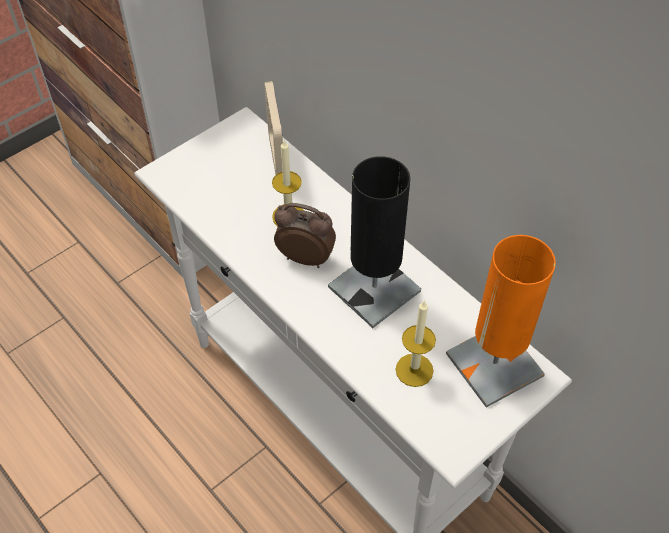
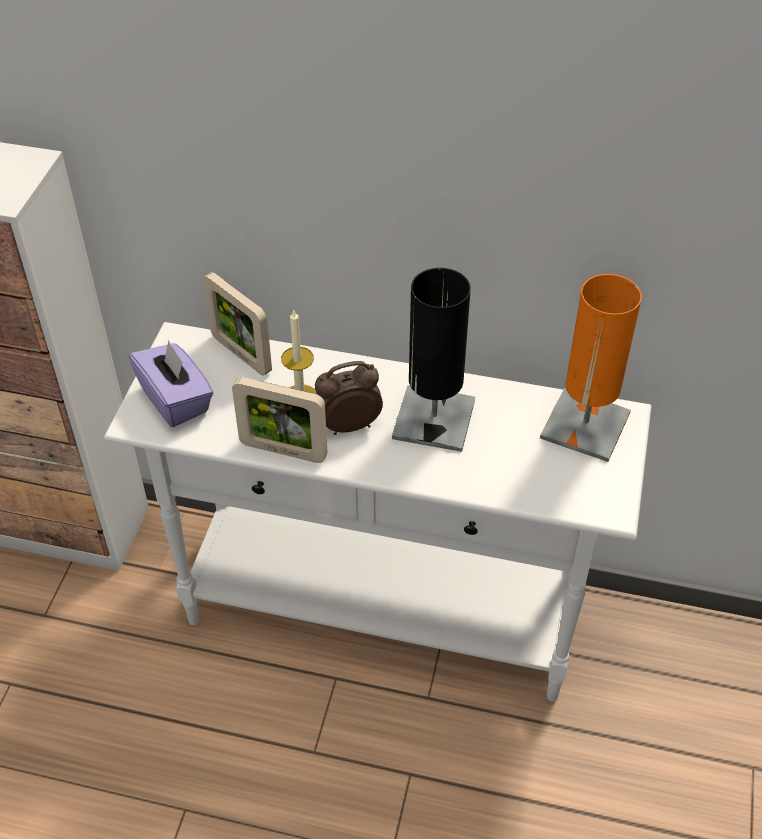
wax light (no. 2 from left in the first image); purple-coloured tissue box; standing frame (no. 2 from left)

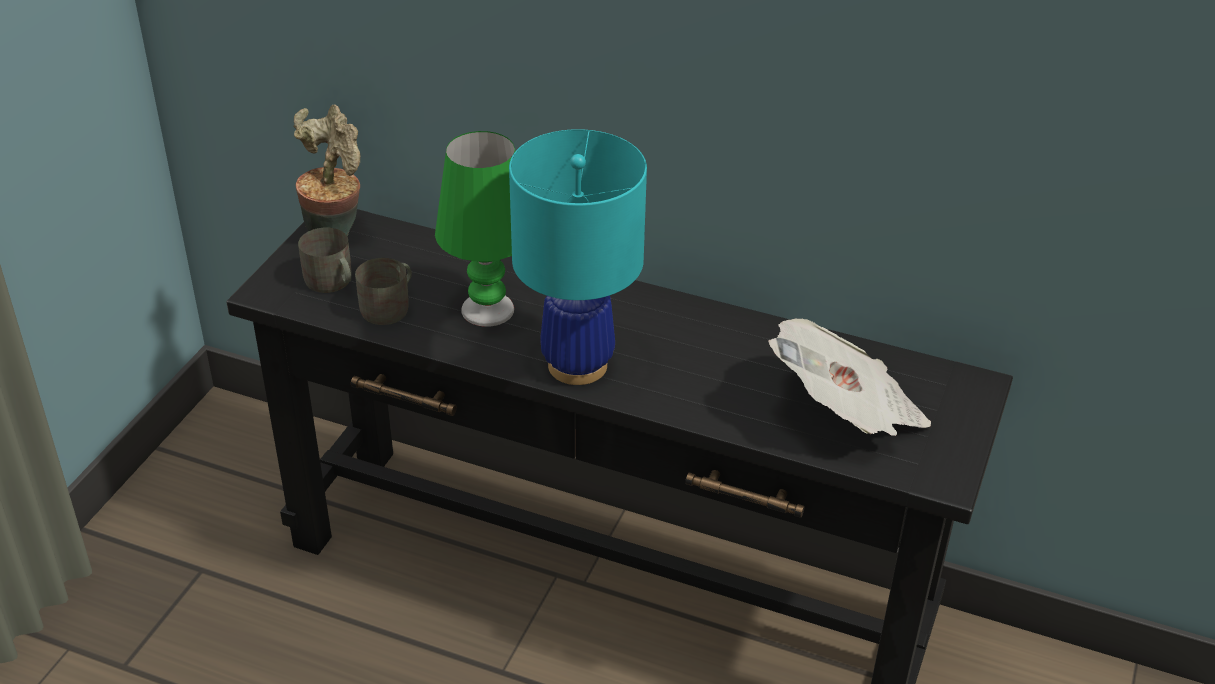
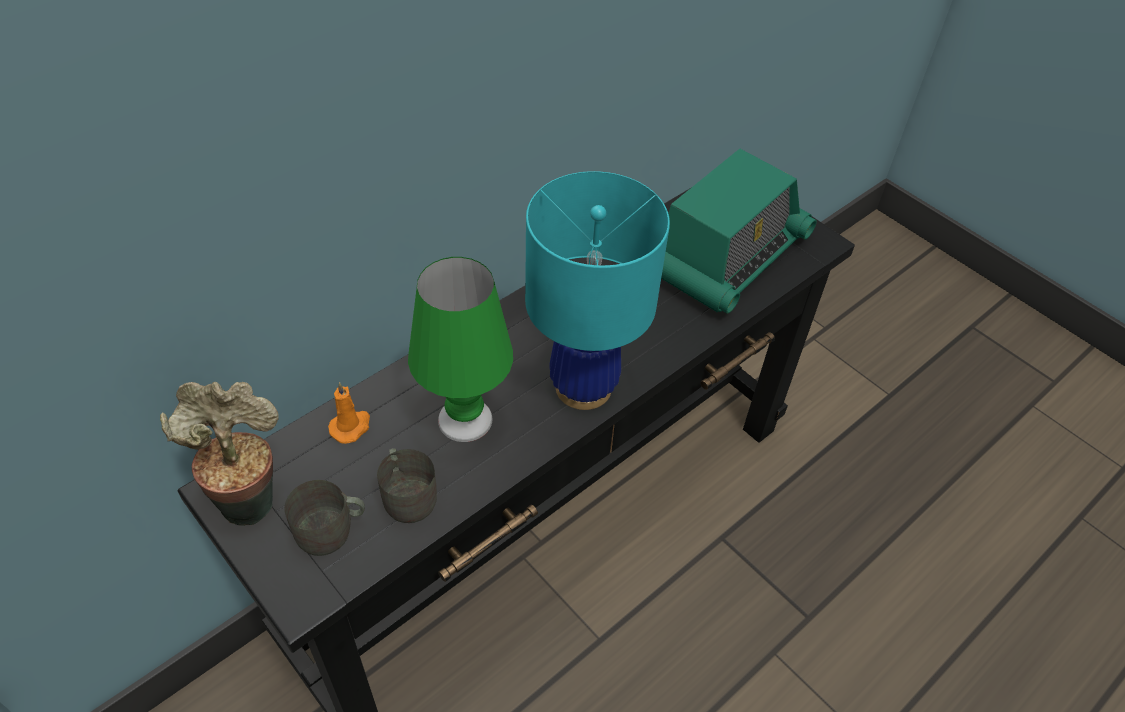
radio; orange wax light

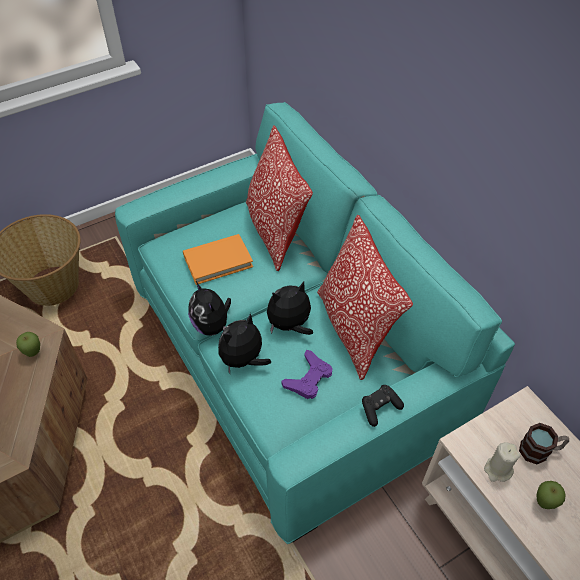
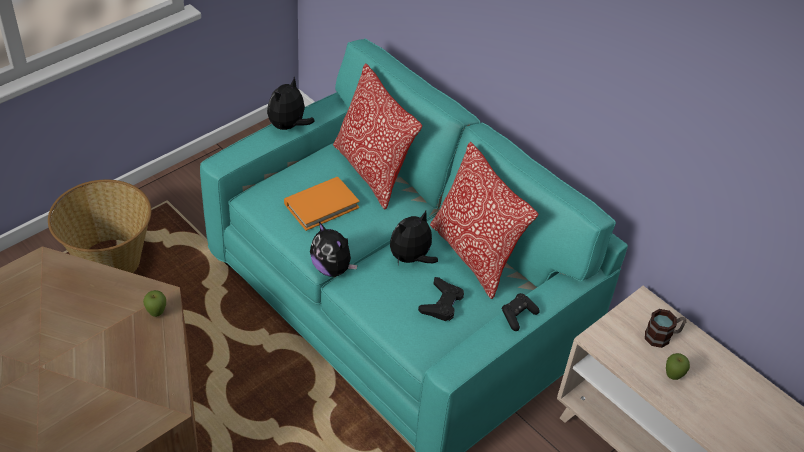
plush toy (no. 1 from left); black gamepad (no. 1 from left); beige wax light

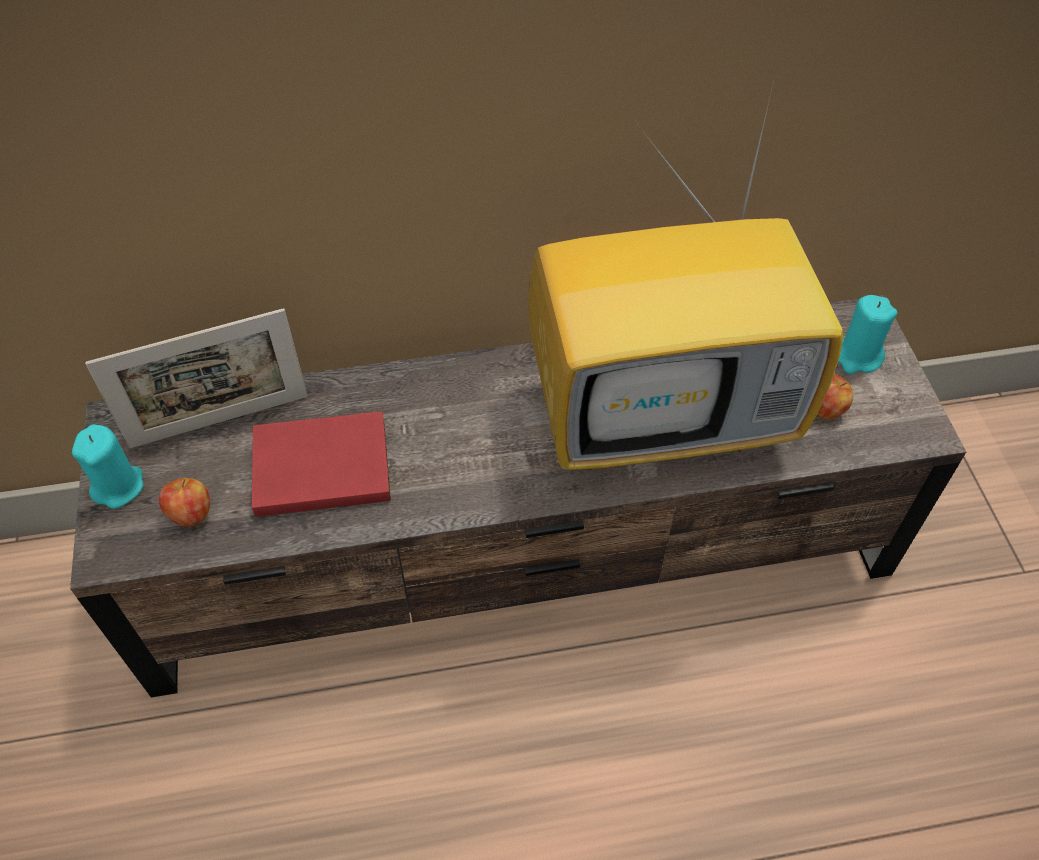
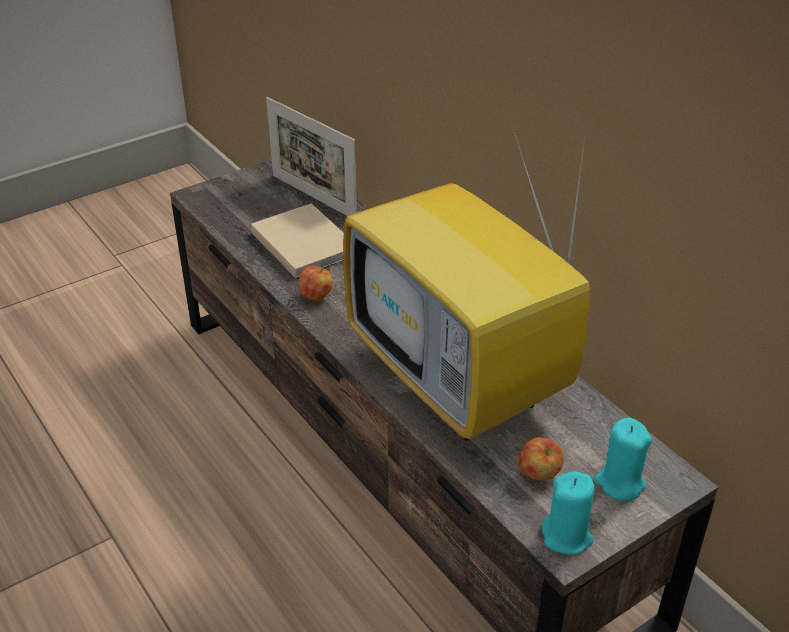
beige book; turquoise wax light (no. 1 from left); apple (no. 1 from left)

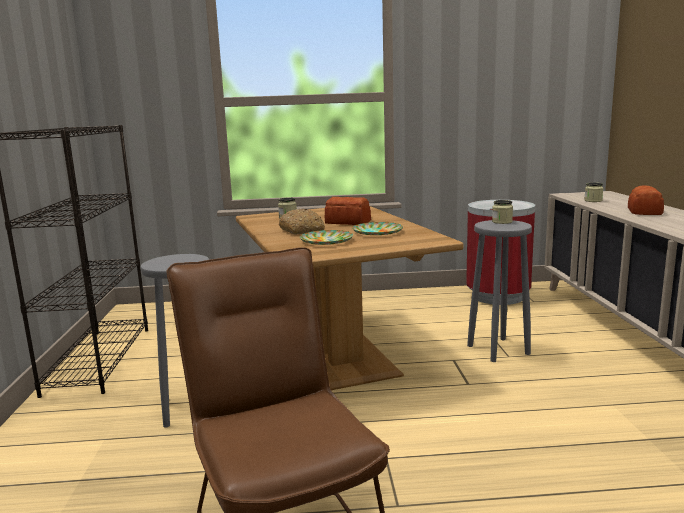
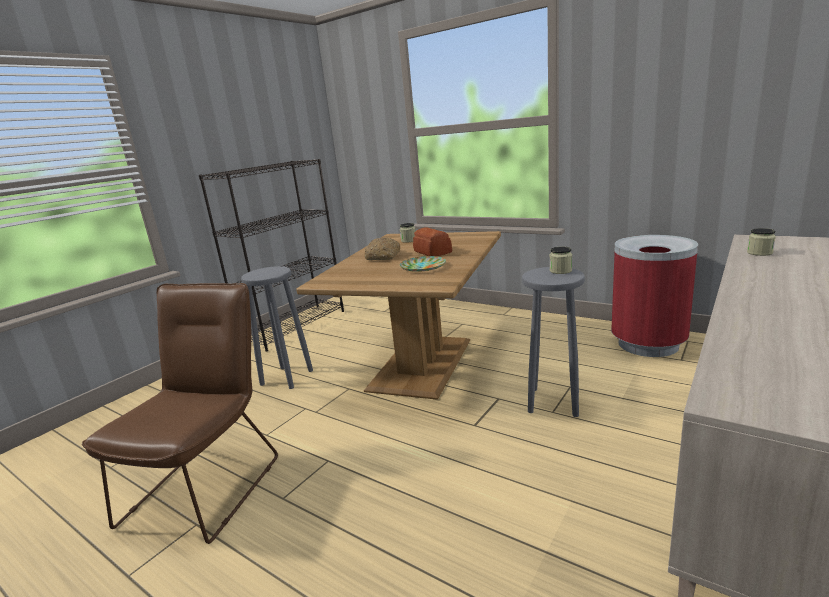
baked bread (no. 3 from left in the first image); plate (no. 1 from left in the first image)

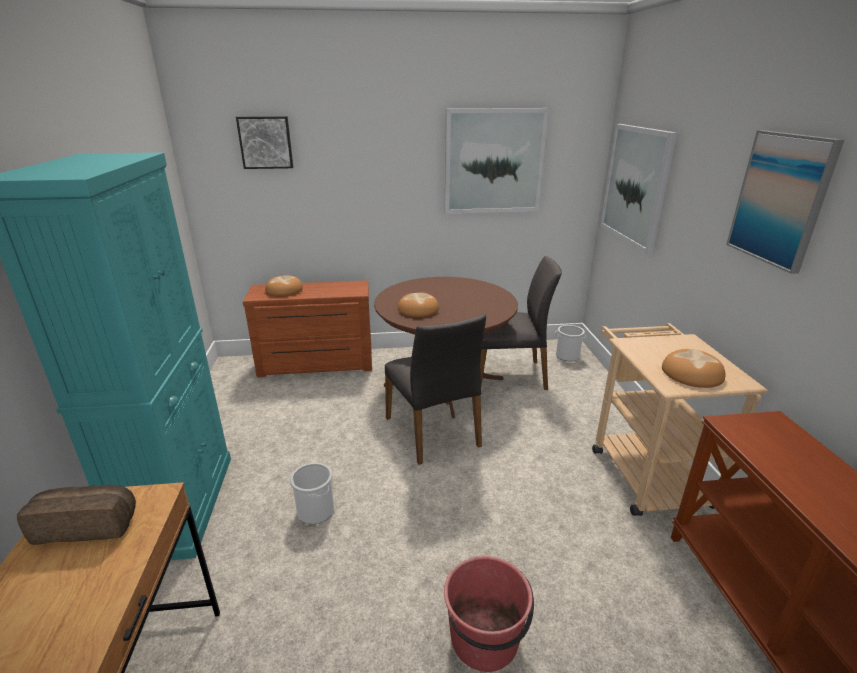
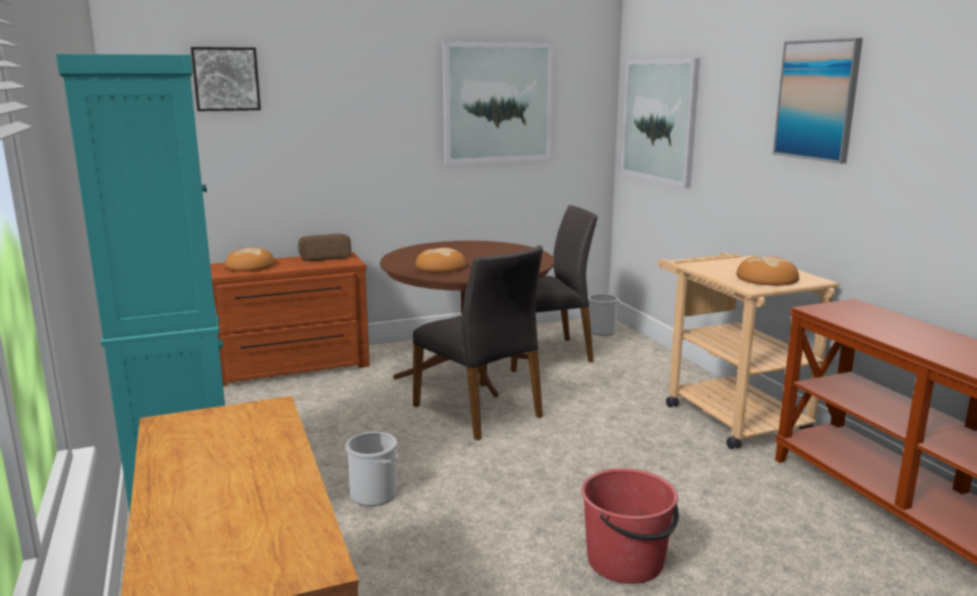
baked bread (no. 2 from left)

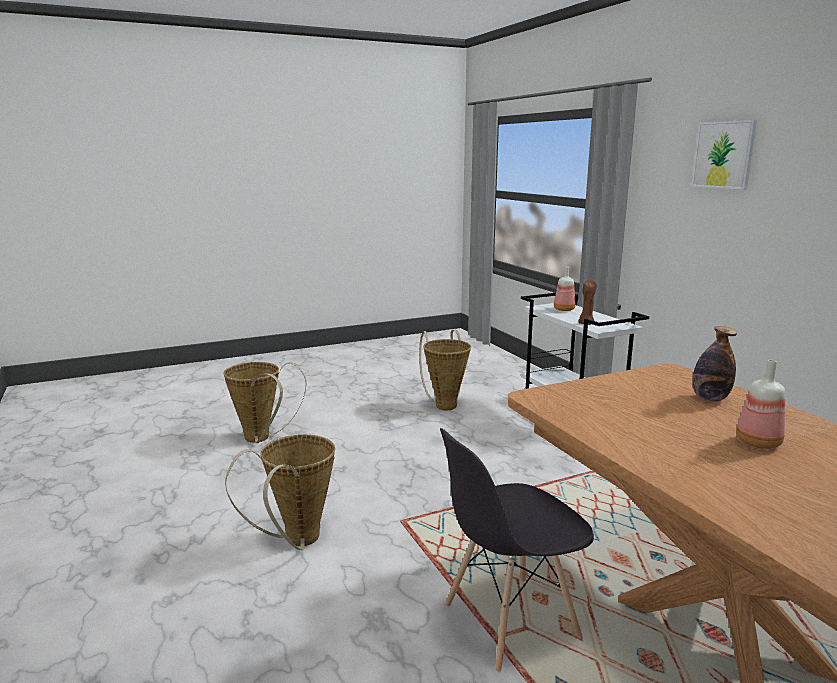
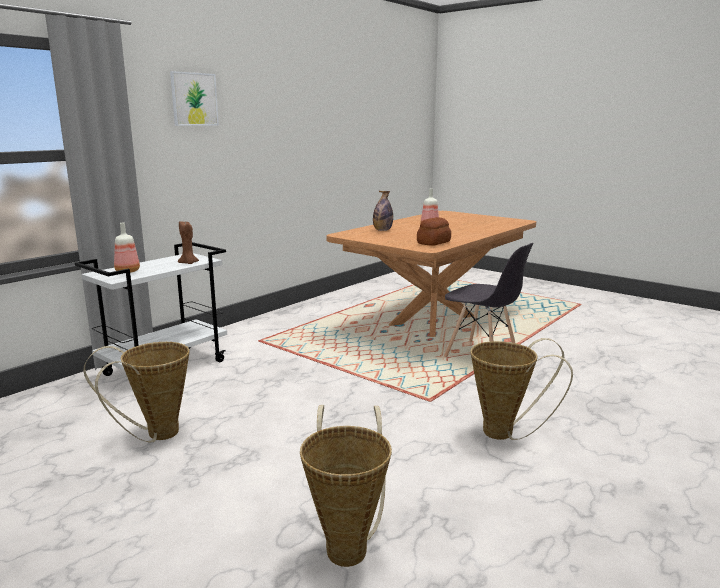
baked bread

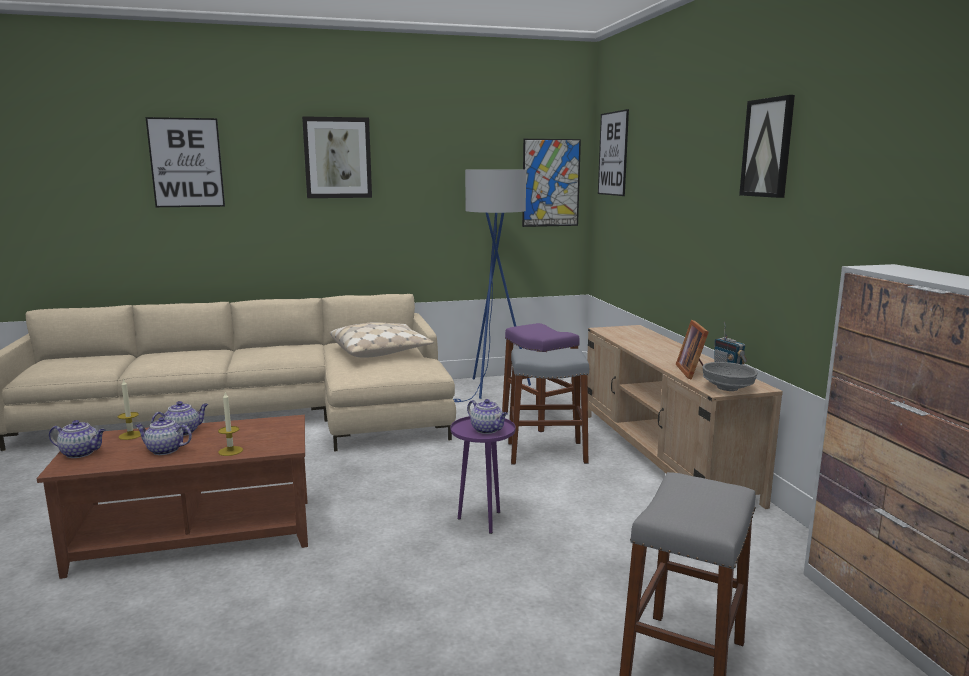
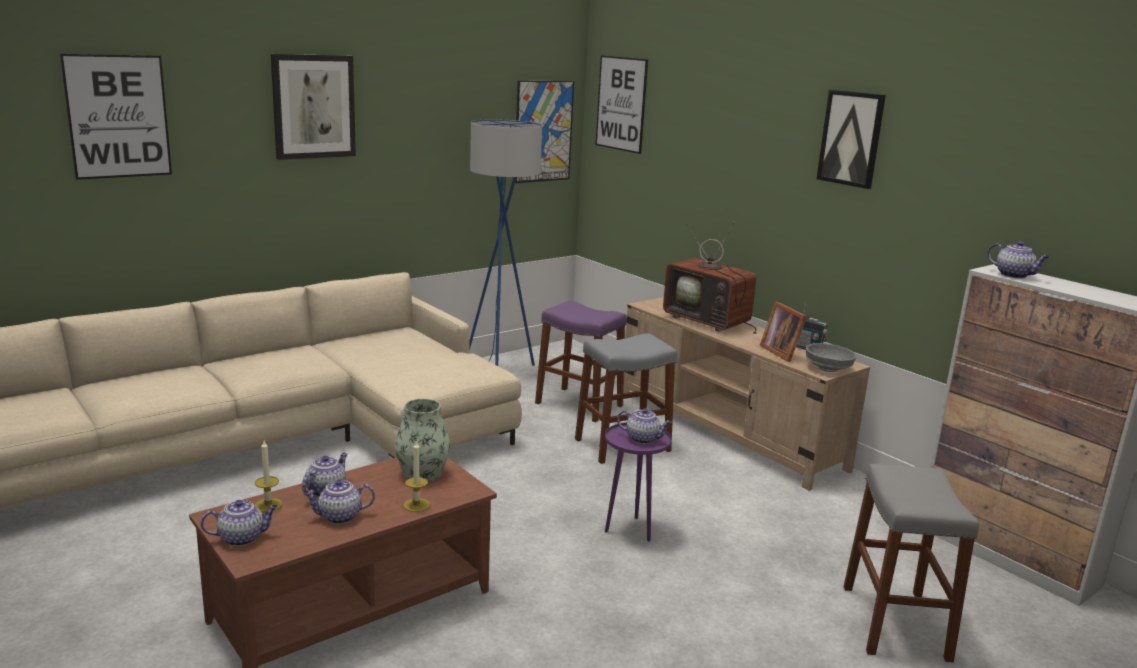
beige throw pillow; TV set; teapot (no. 5 from left); vase

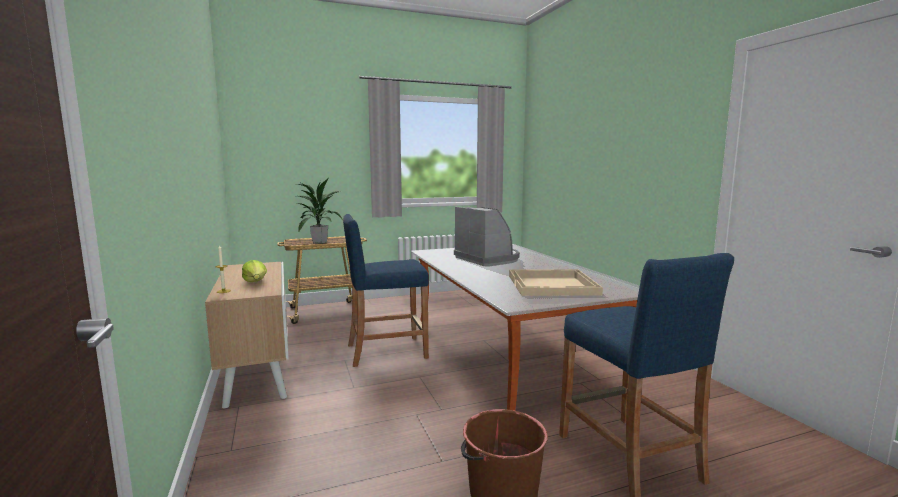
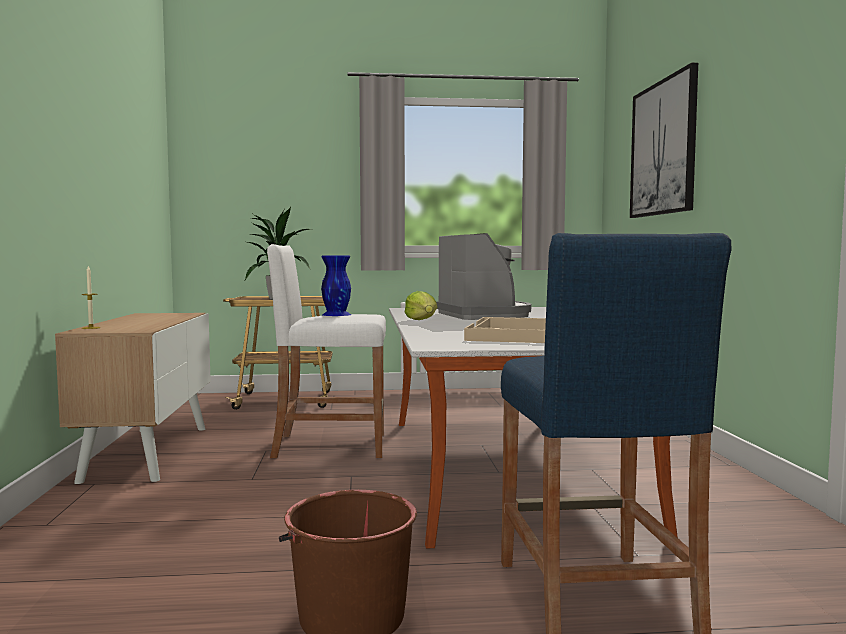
white stool seat; lettuce head; wall art; blue-coloured vase

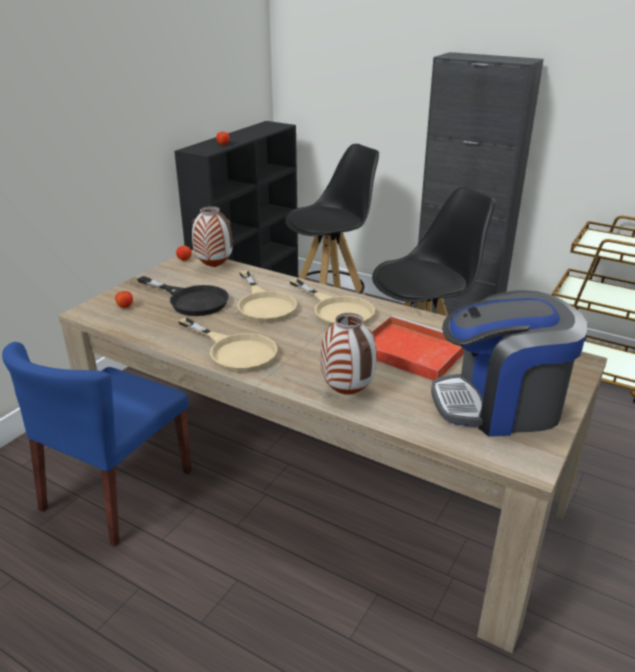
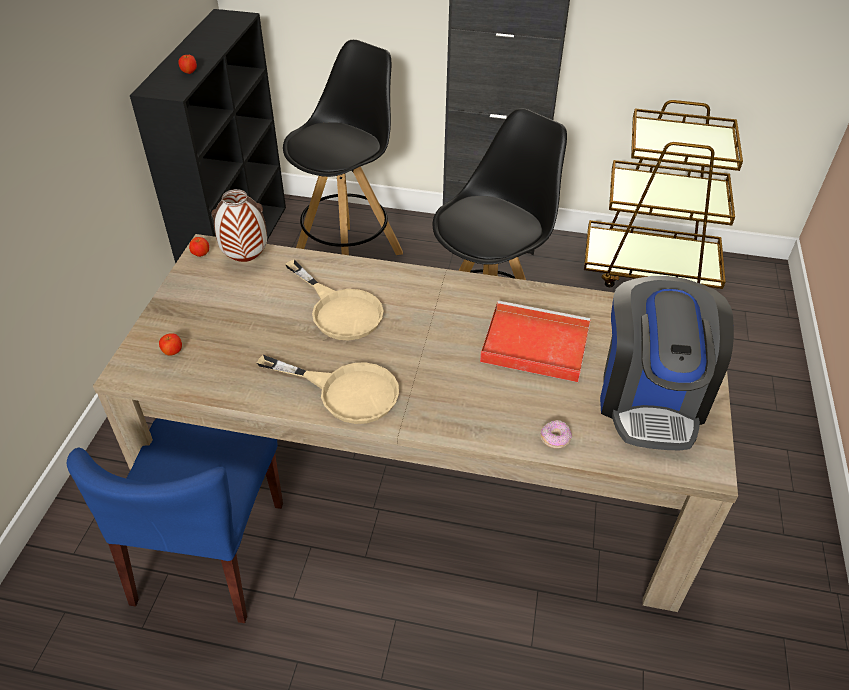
black skillet; beige skillet (no. 3 from left in the first image); coffee brewer; vase (no. 2 from left in the first image); doughnut

